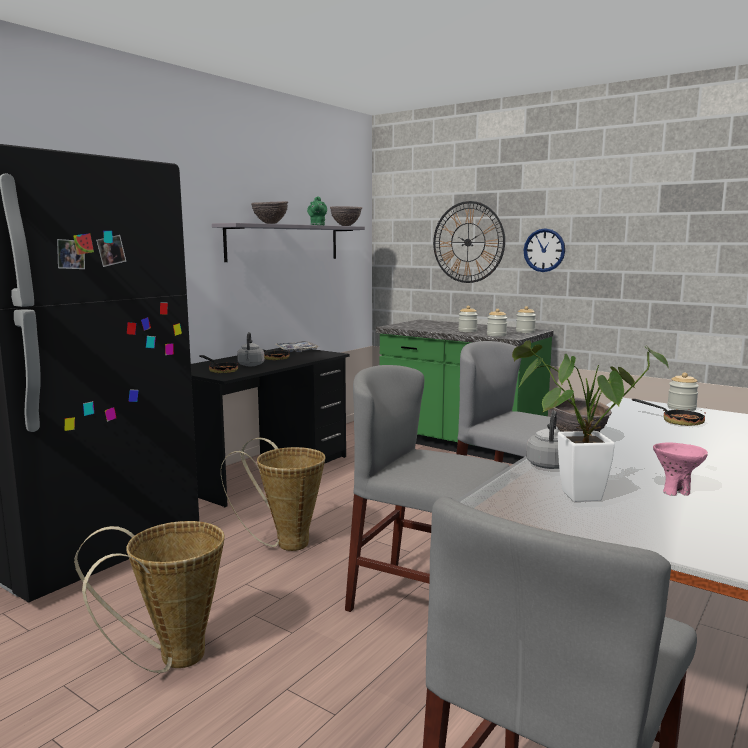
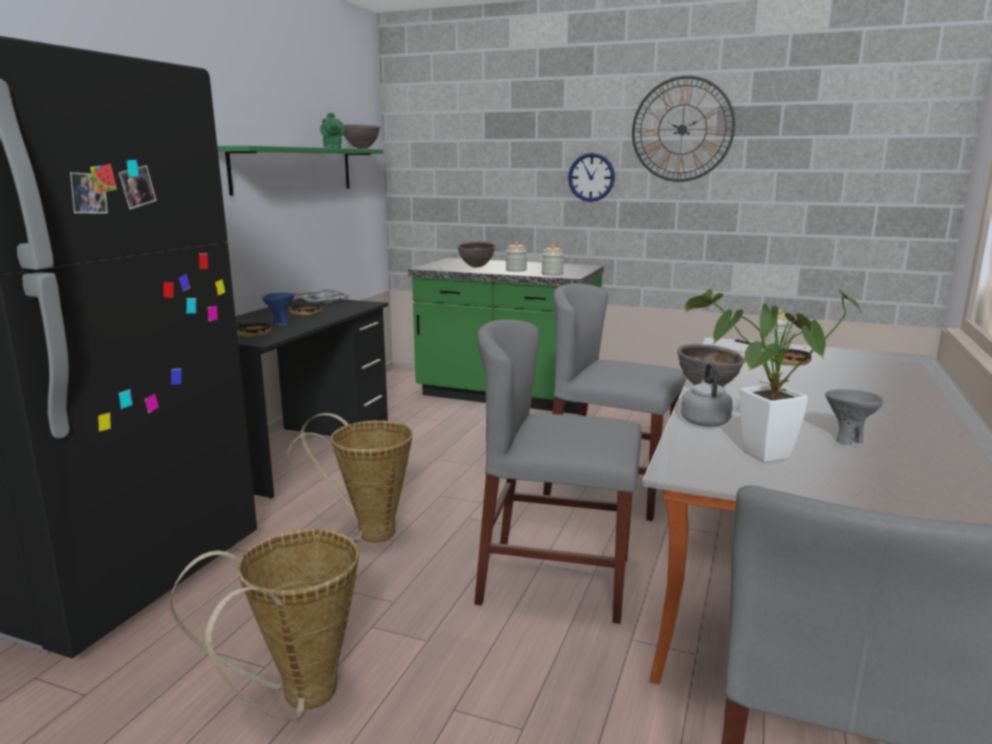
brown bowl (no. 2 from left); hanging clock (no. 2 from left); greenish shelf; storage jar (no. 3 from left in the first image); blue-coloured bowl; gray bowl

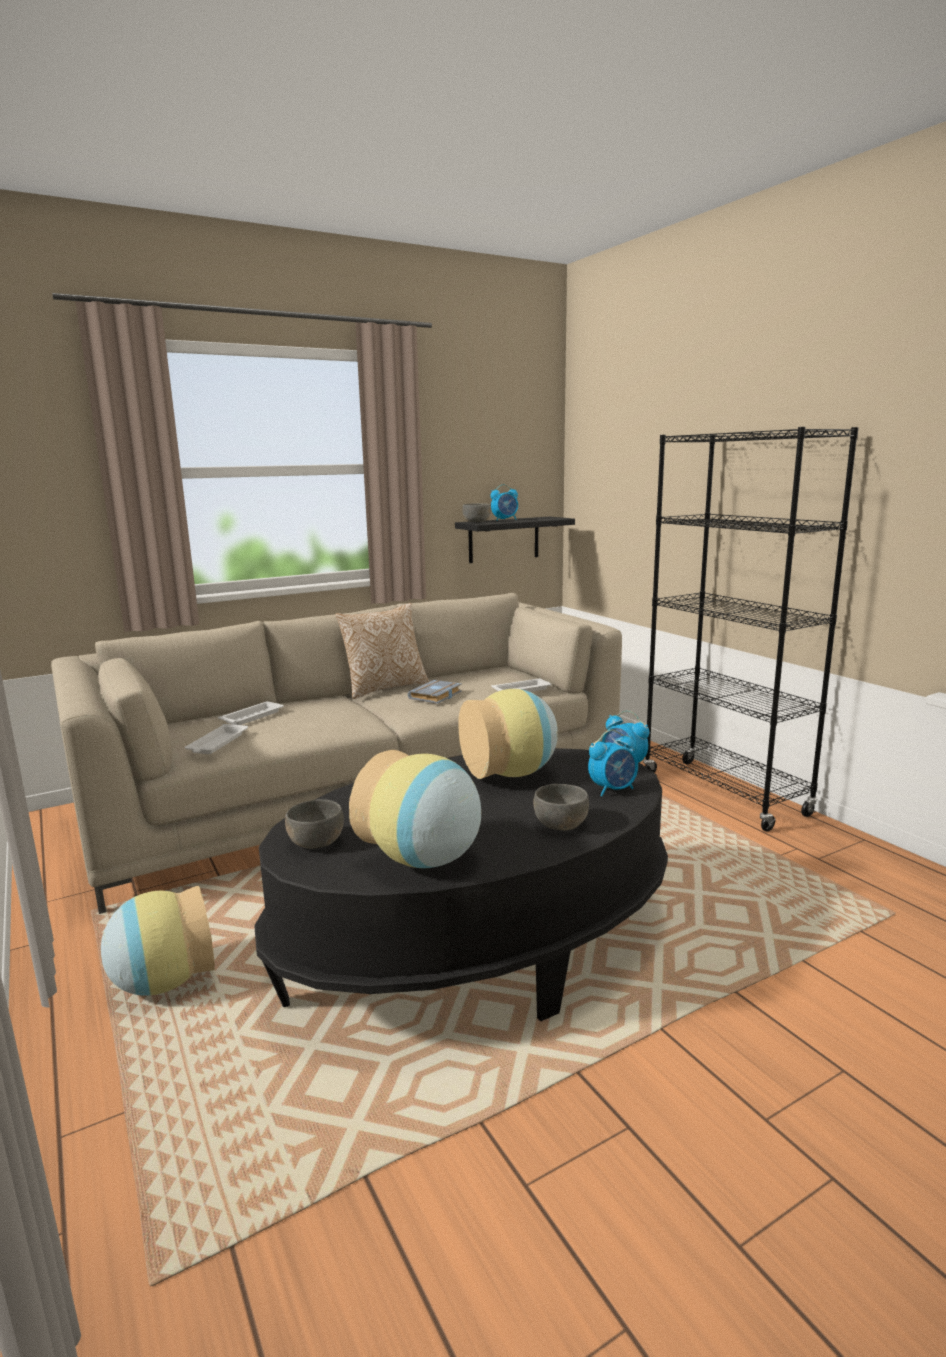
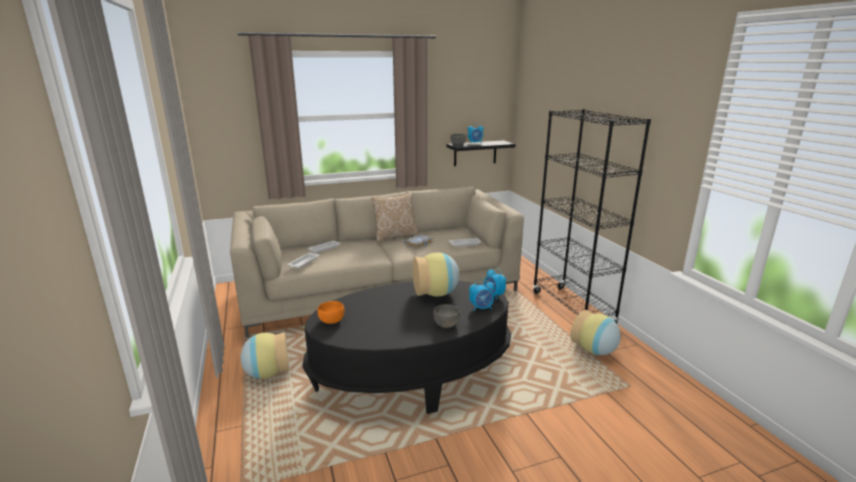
vase (no. 3 from left); orange bowl

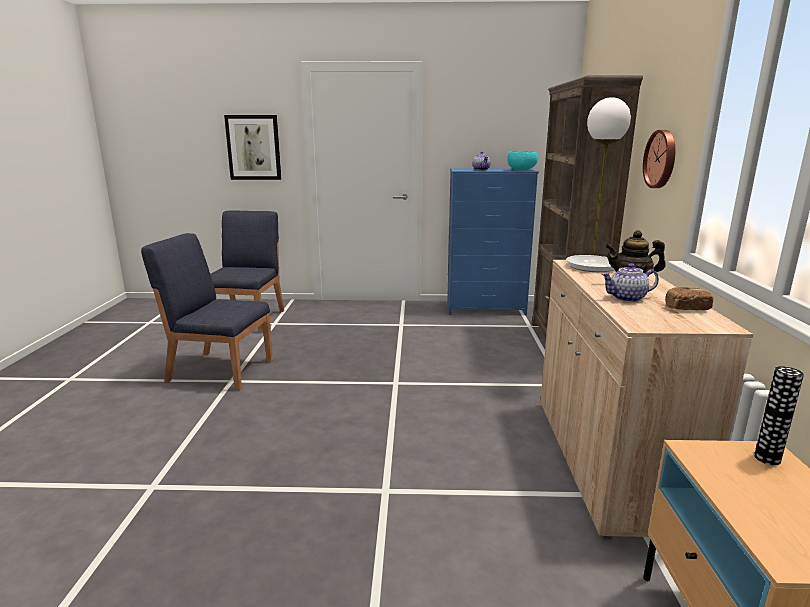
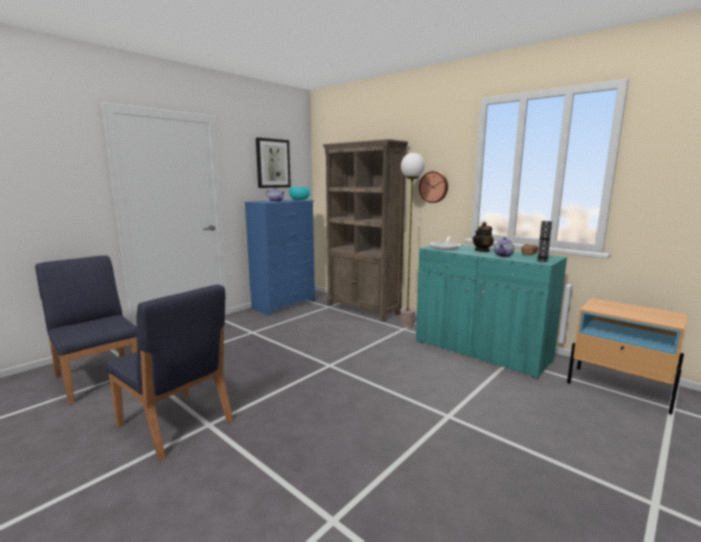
wall art; blue-coloured upright chair (no. 2 from left); turquoise storage cabinet; vase

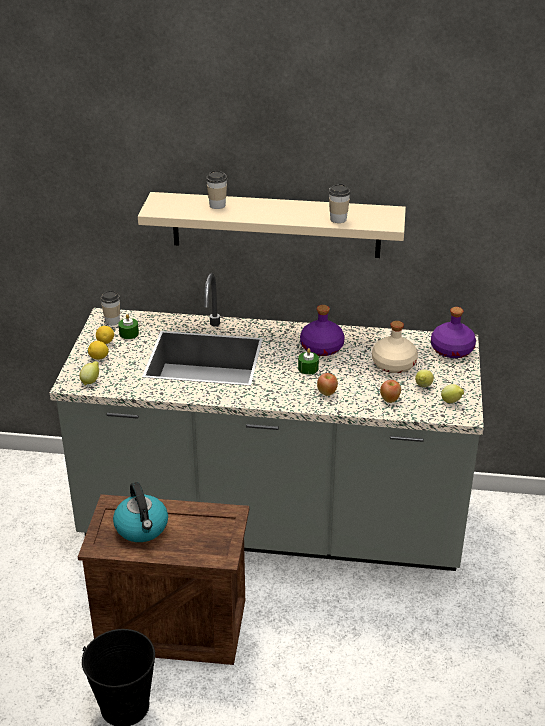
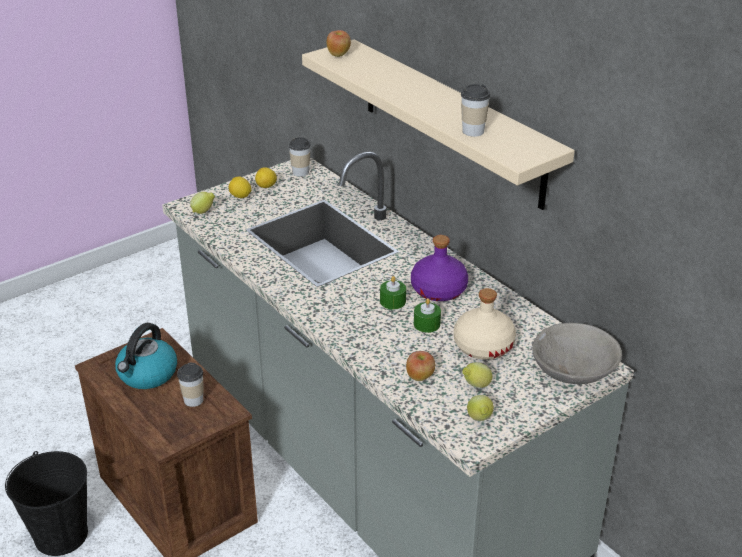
cup (no. 1 from left); gray bowl; greenish wax light (no. 2 from left); apple (no. 1 from left)

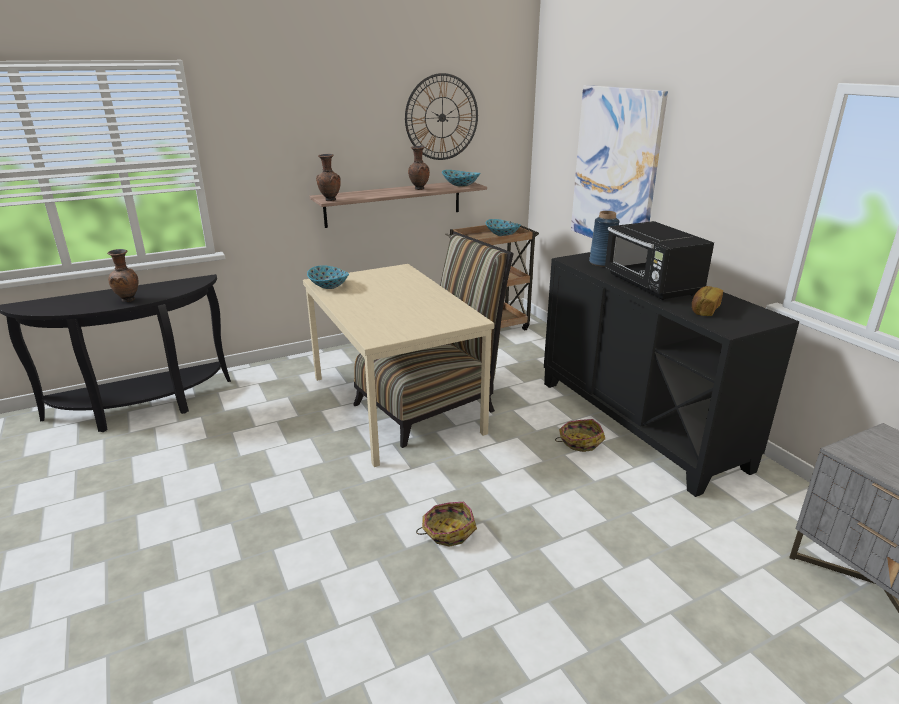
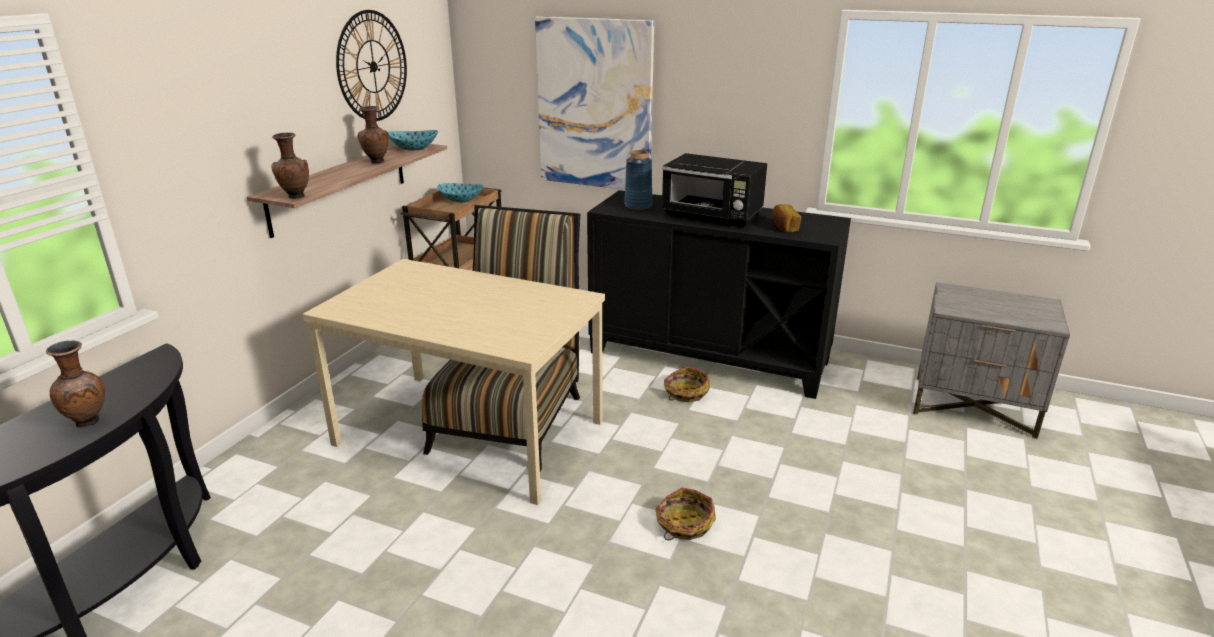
bowl (no. 1 from left in the first image)

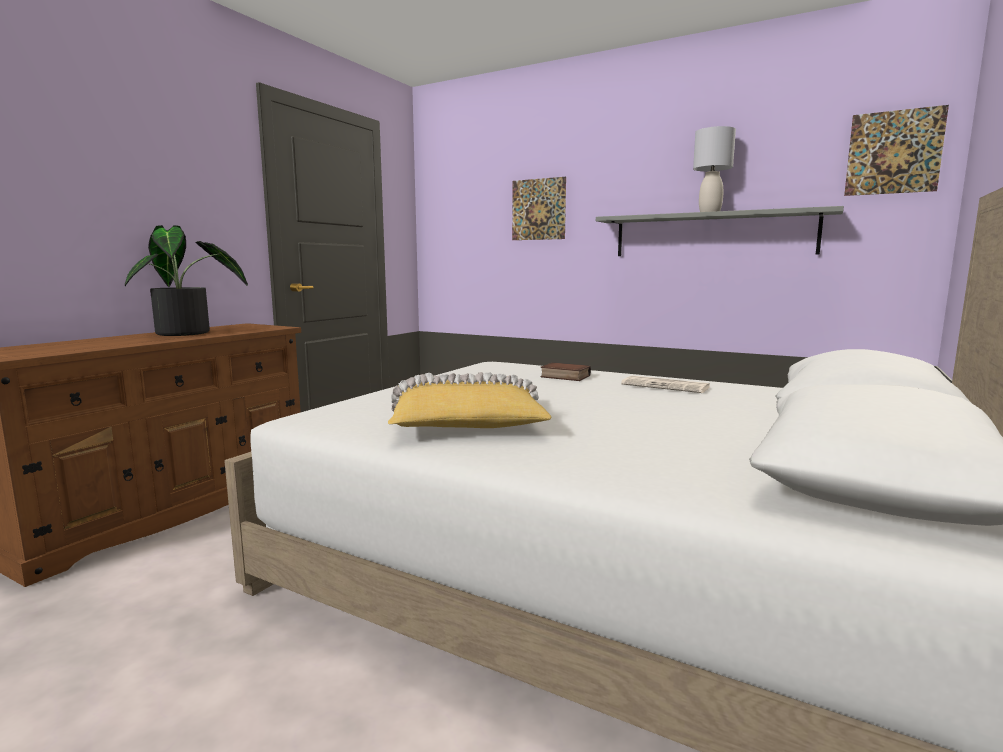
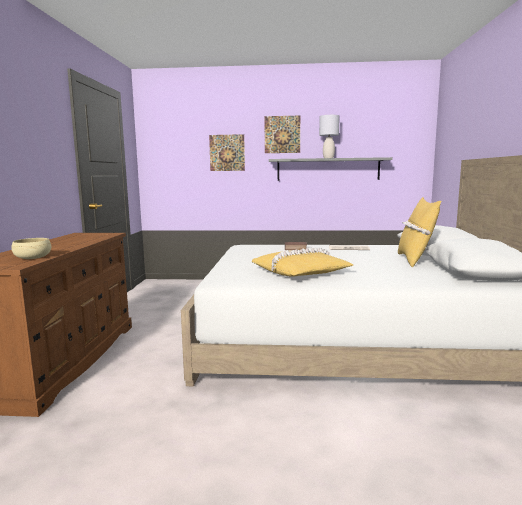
wall art (no. 2 from left); potted plant; yellowish throw pillow (no. 2 from left); beige bowl

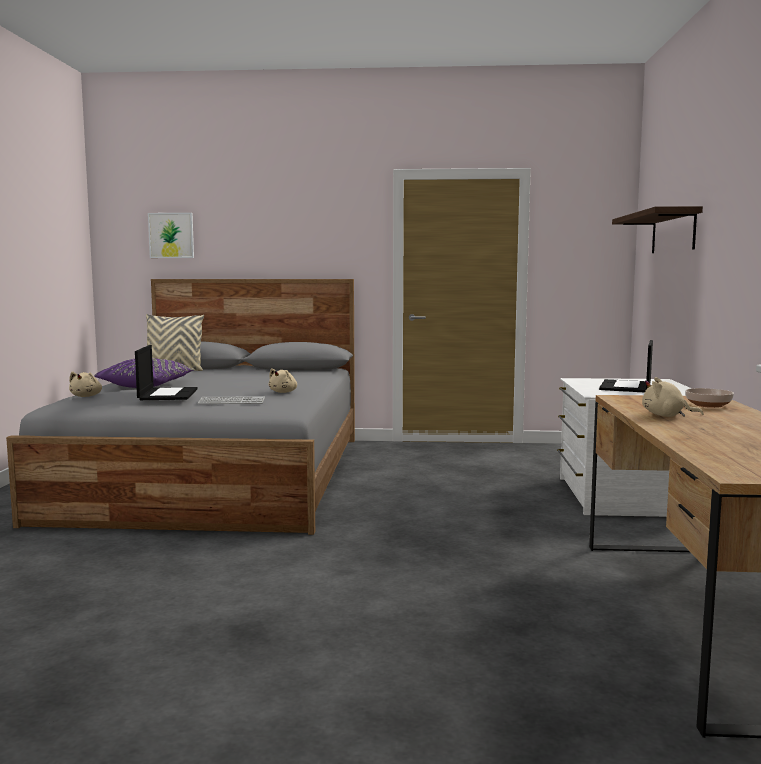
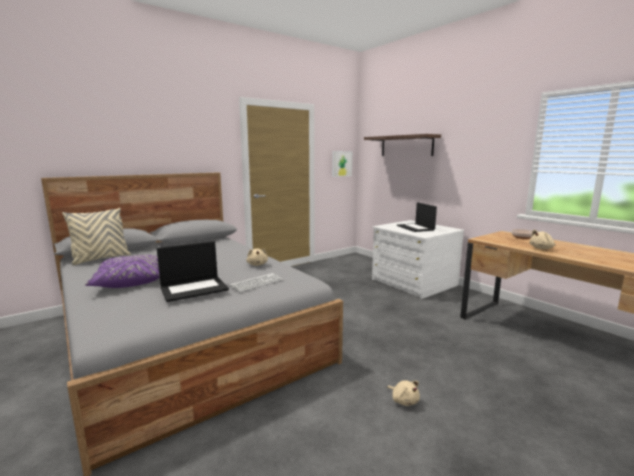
wall art; laptop (no. 1 from left); beige plush toy (no. 2 from left)

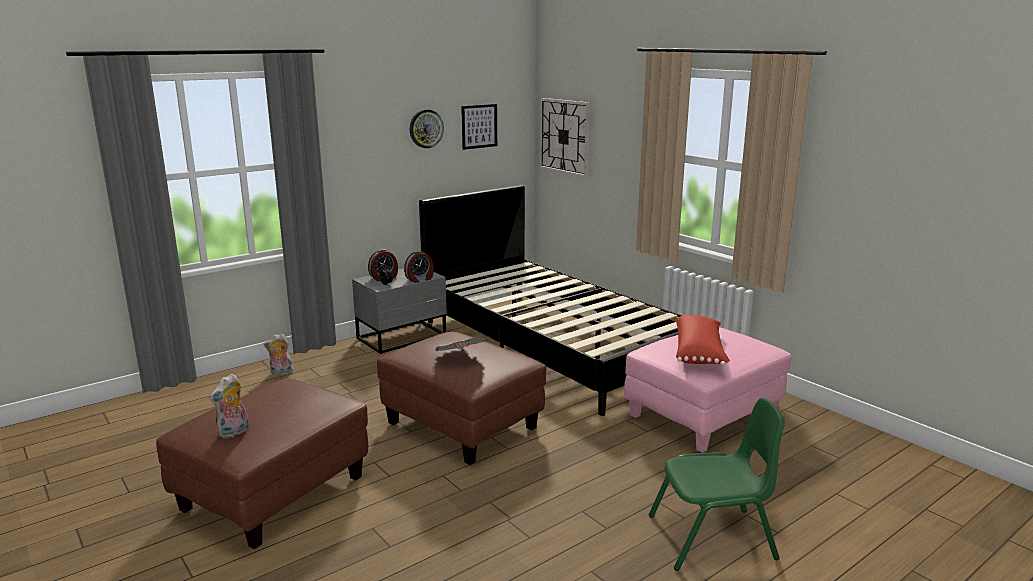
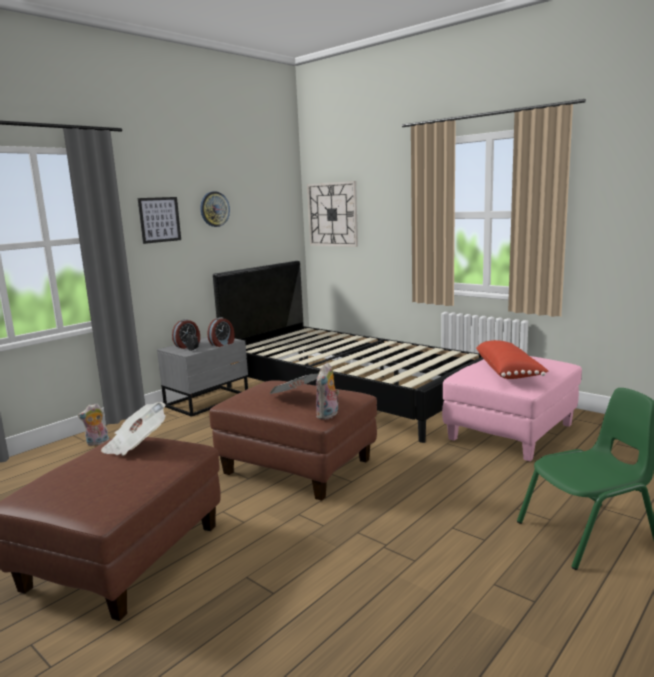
wall art; plush toy (no. 2 from left); newspaper (no. 1 from left)

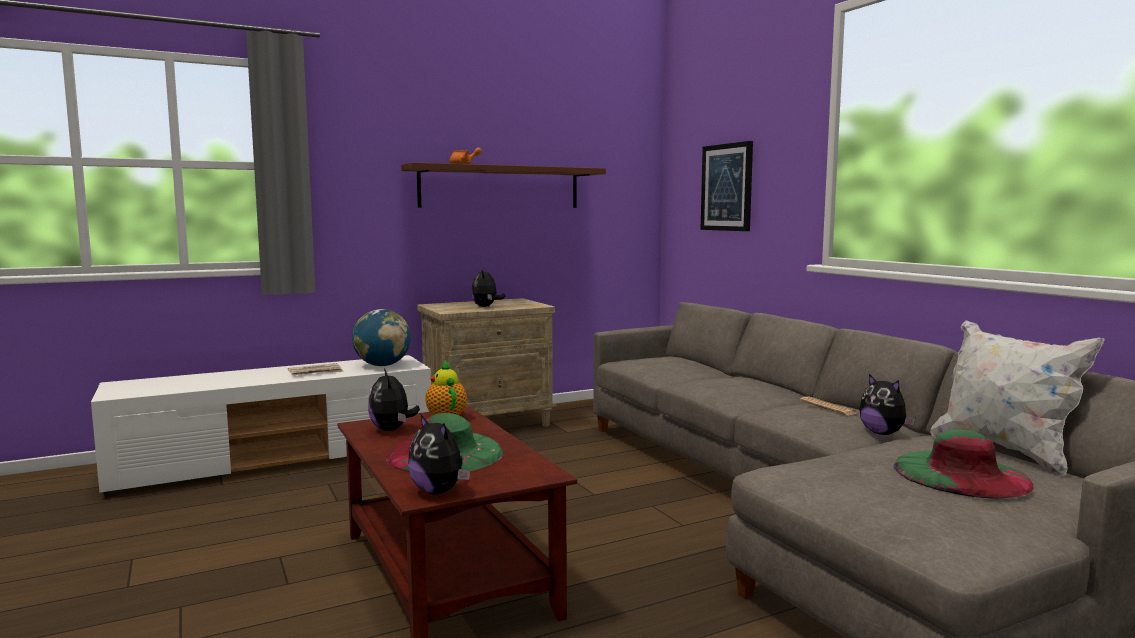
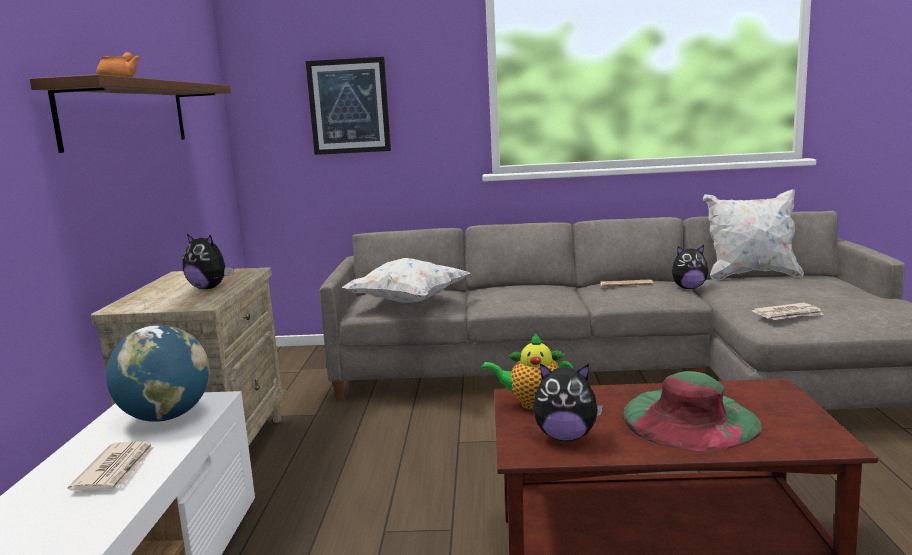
plush toy (no. 2 from left in the first image); greenish wearable hat (no. 2 from left in the first image); white throw pillow (no. 1 from left); newspaper (no. 3 from left)

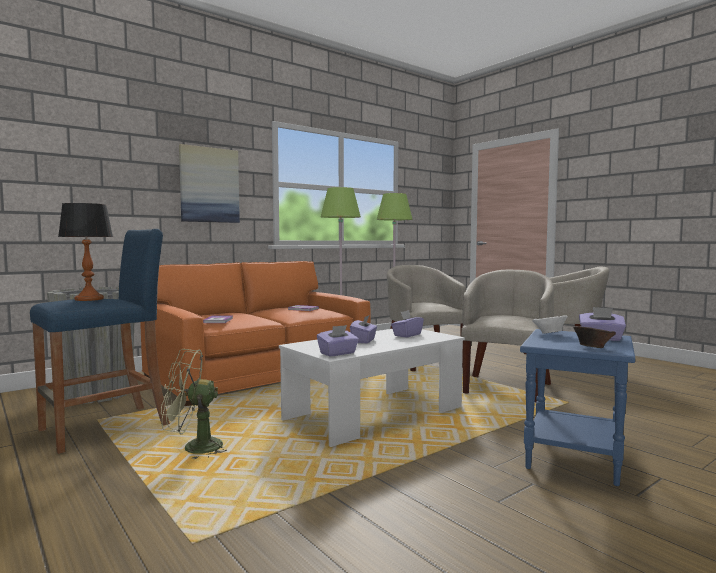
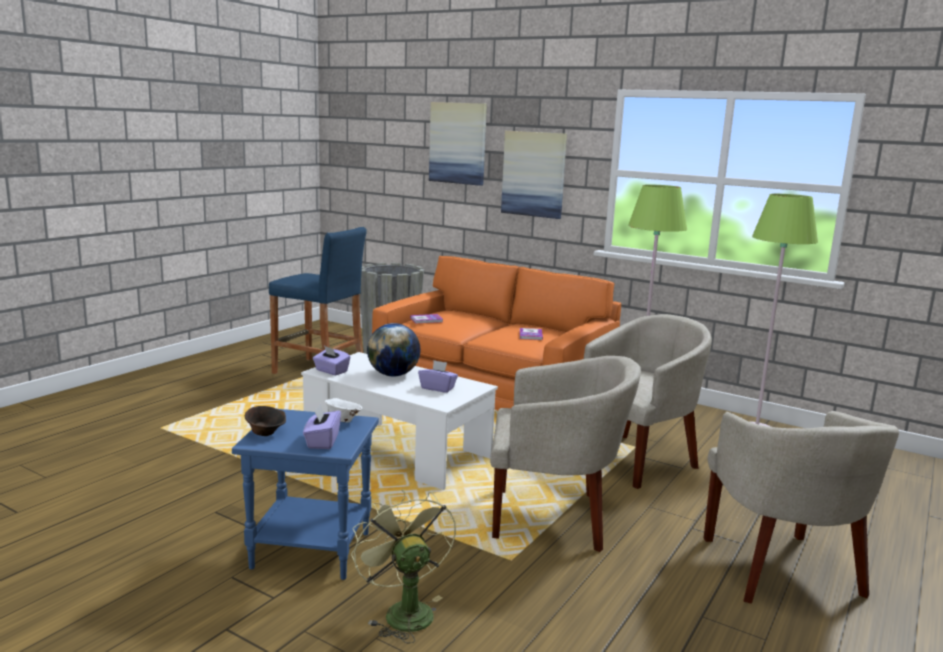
table lamp; desk globe; greenish cooling fan; wall art (no. 1 from left)

